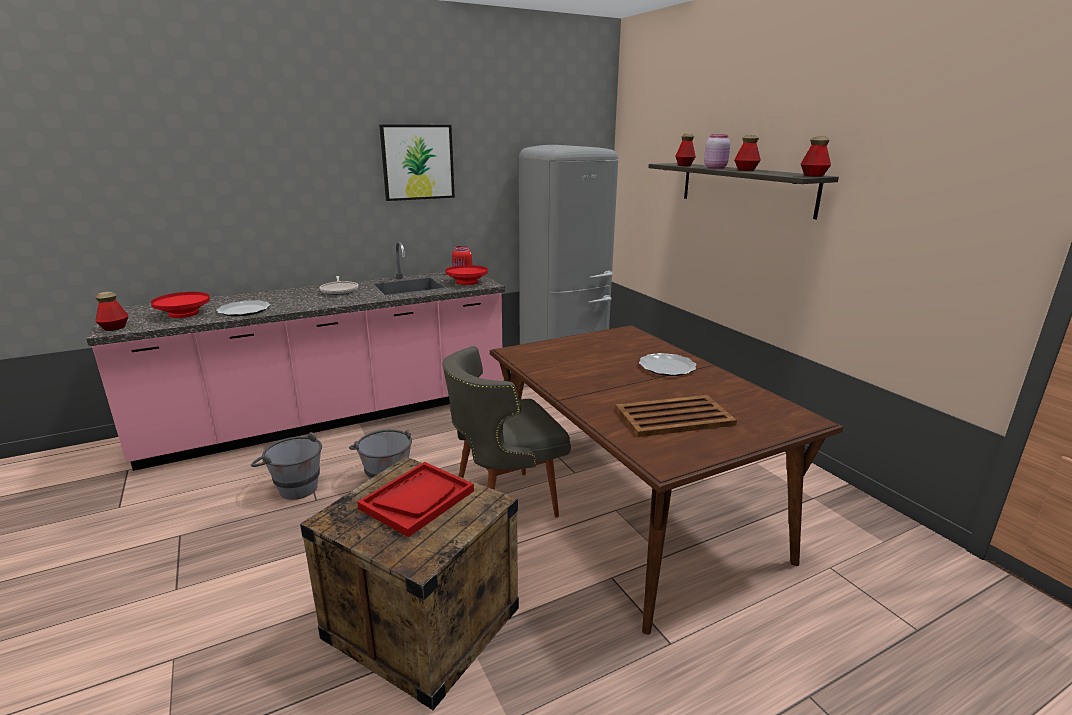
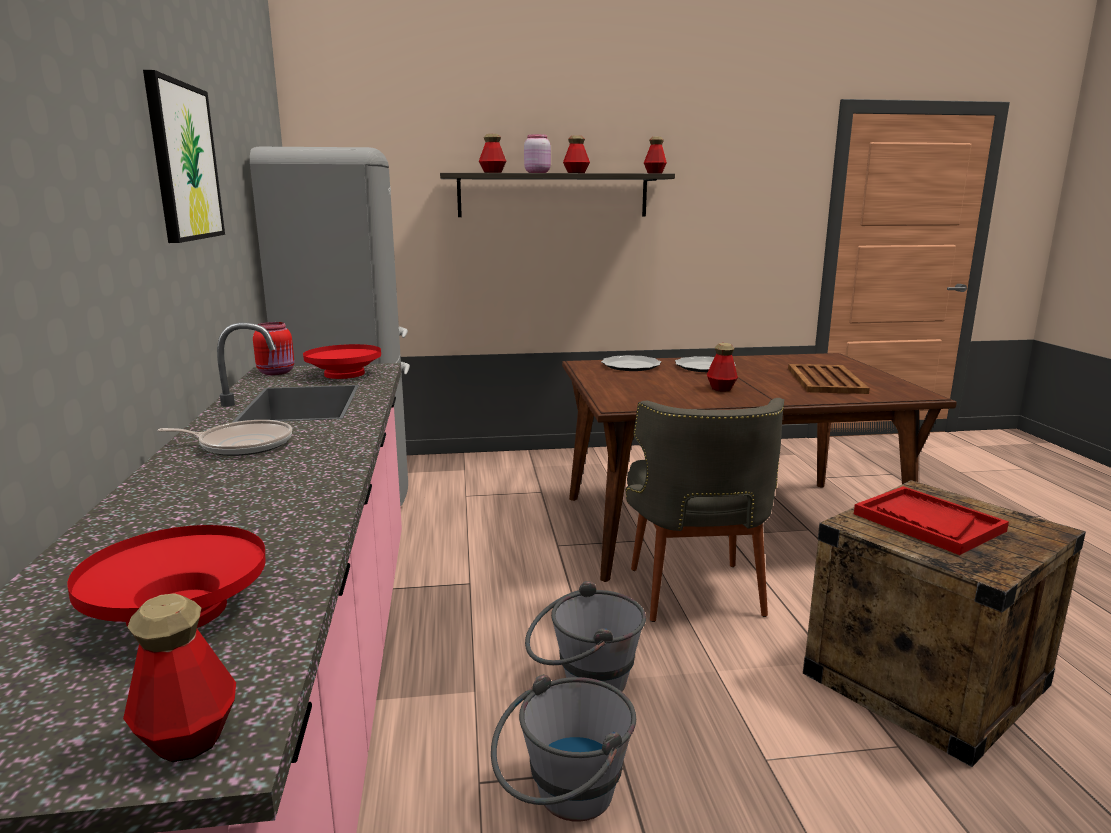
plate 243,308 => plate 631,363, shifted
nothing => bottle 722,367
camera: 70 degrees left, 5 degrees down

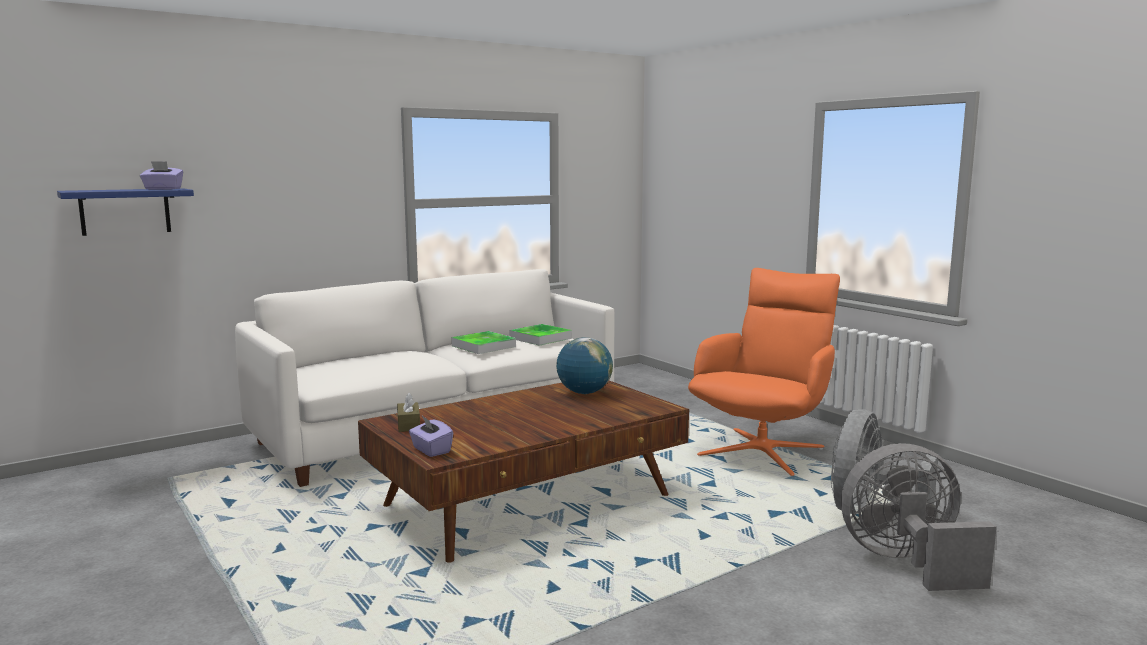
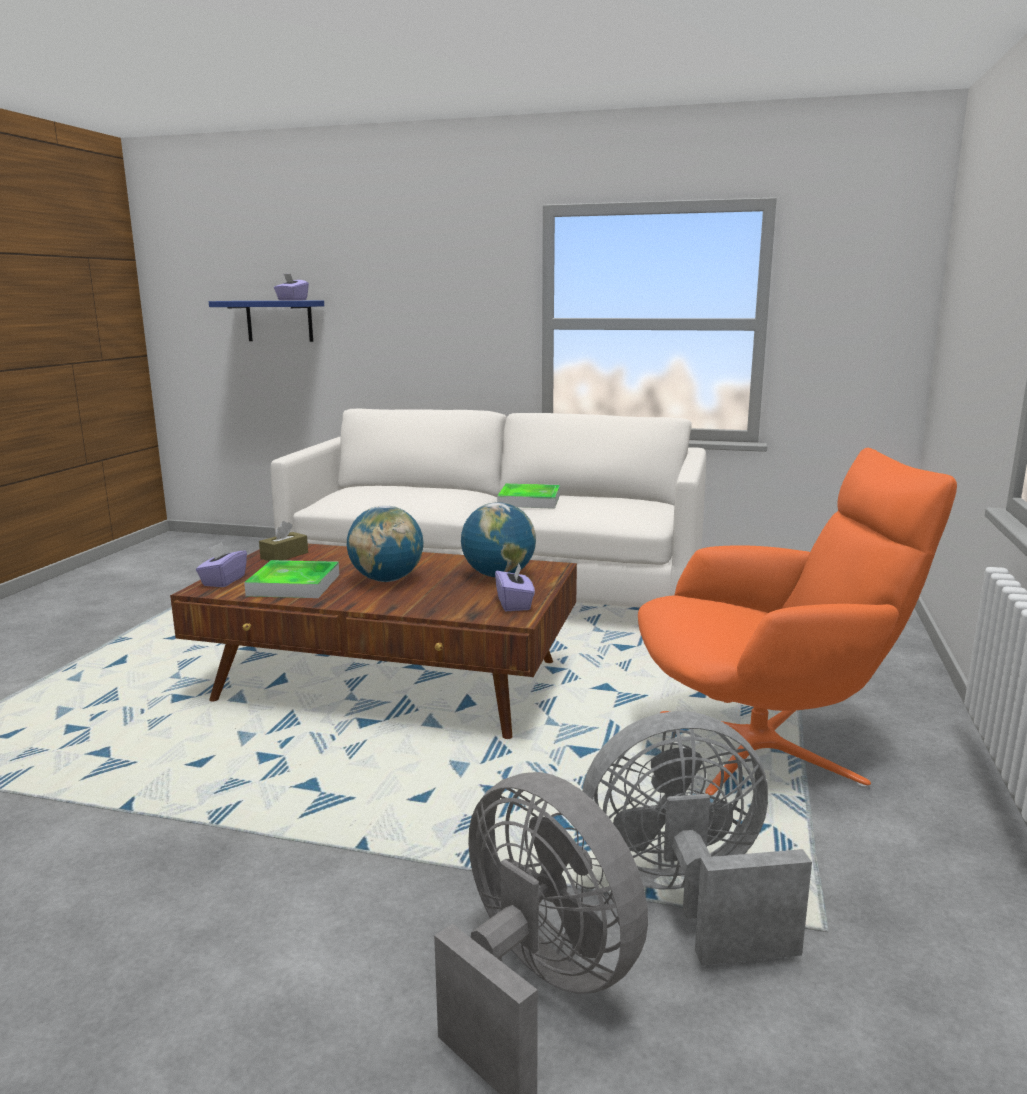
tray 541,335 => tray 291,579, shifted
nothing => globe 385,543
nothing => purple tissue box 515,587
camera: 50 degrees right, 5 degrees up

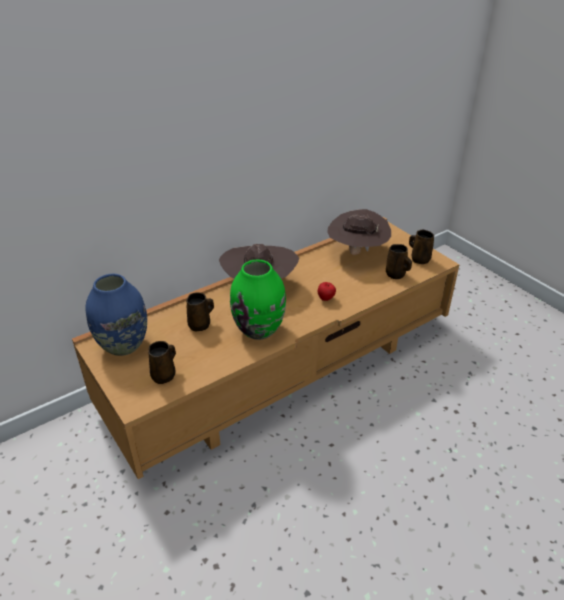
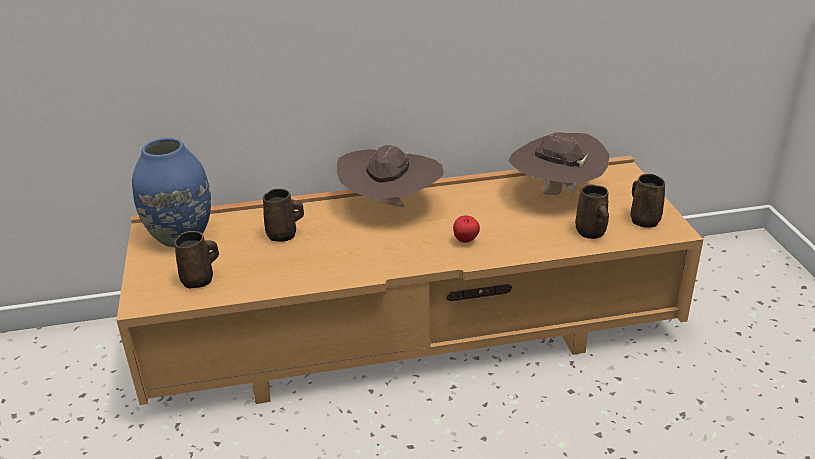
green vase 258,300 => nothing
camera: 25 degrees right, 5 degrees down

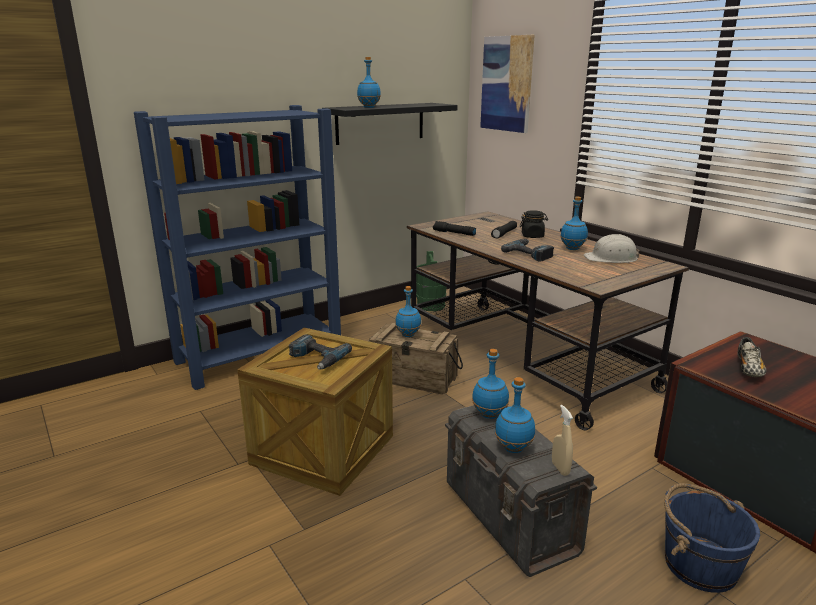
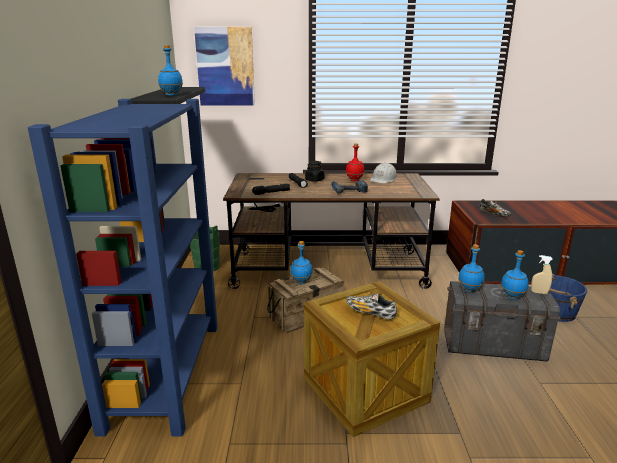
power drill 320,352 => shoe 371,306
blue bottle 574,223 => red bottle 355,162
camera: 55 degrees left, 0 degrees up

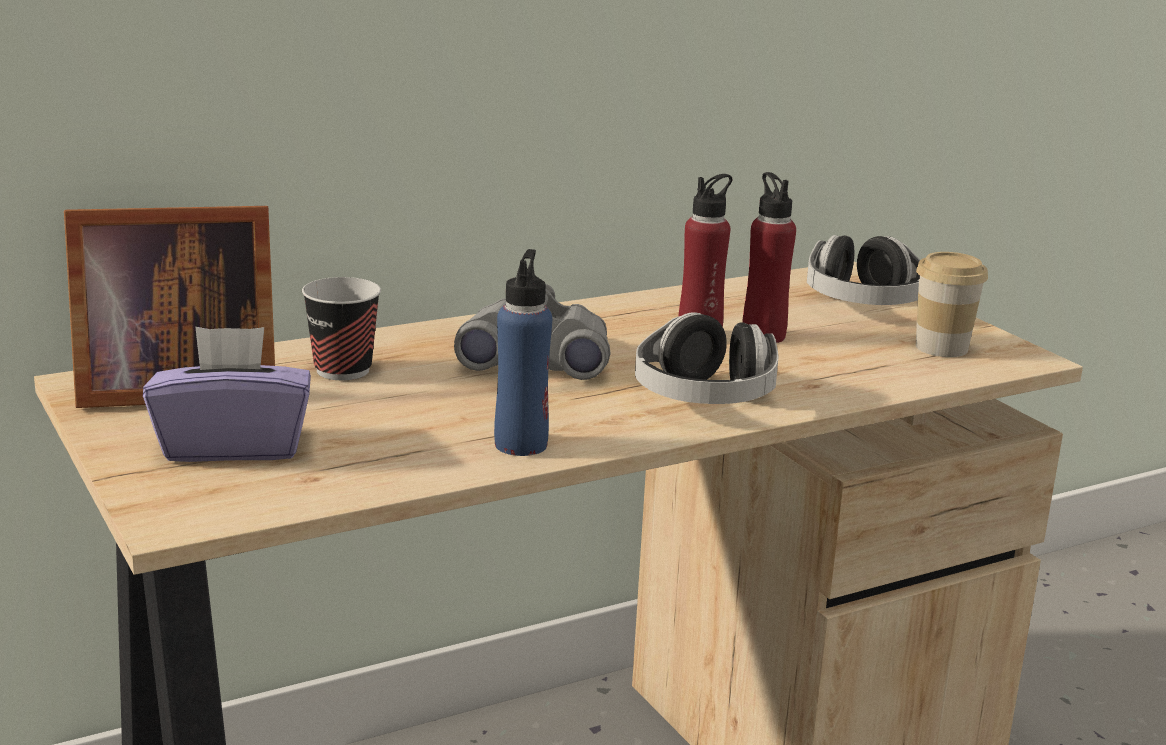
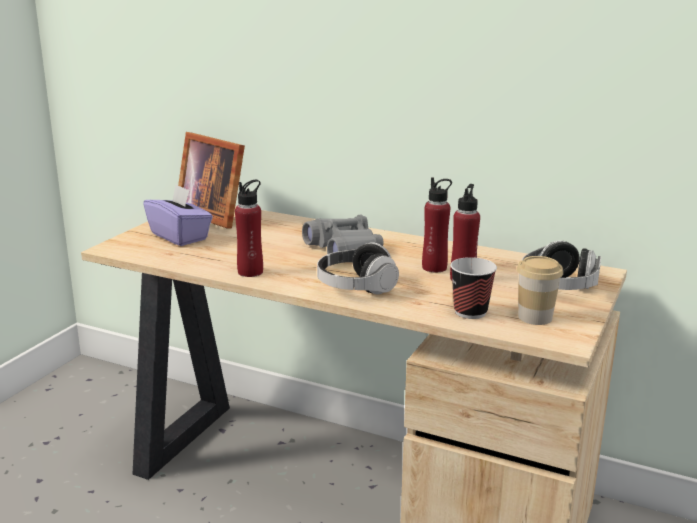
cup 341,328 => cup 474,288, shifted
blue bottle 523,352 => red bottle 249,228
camera: 55 degrees right, 0 degrees up

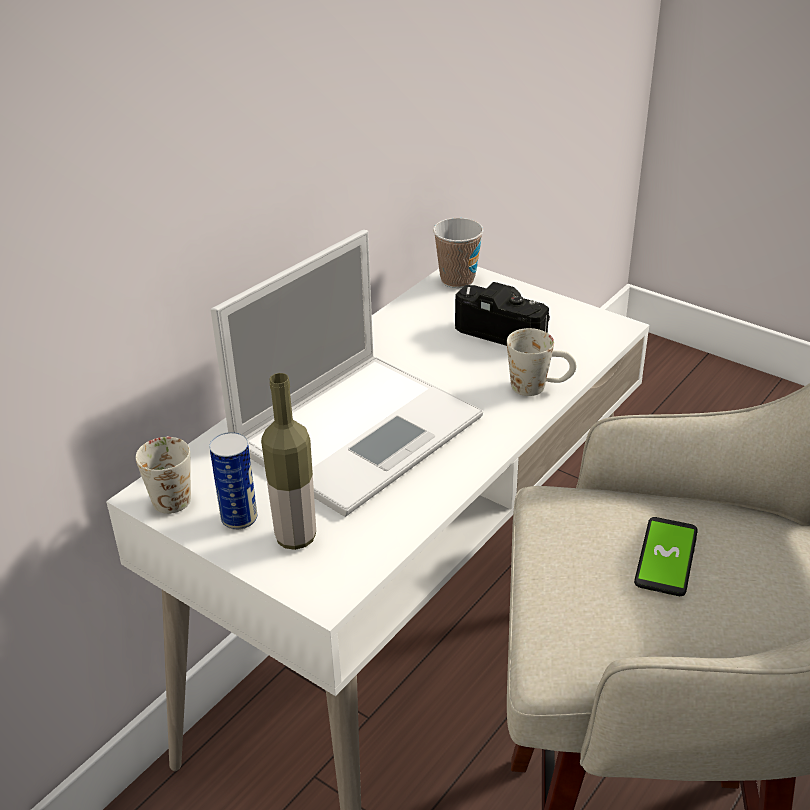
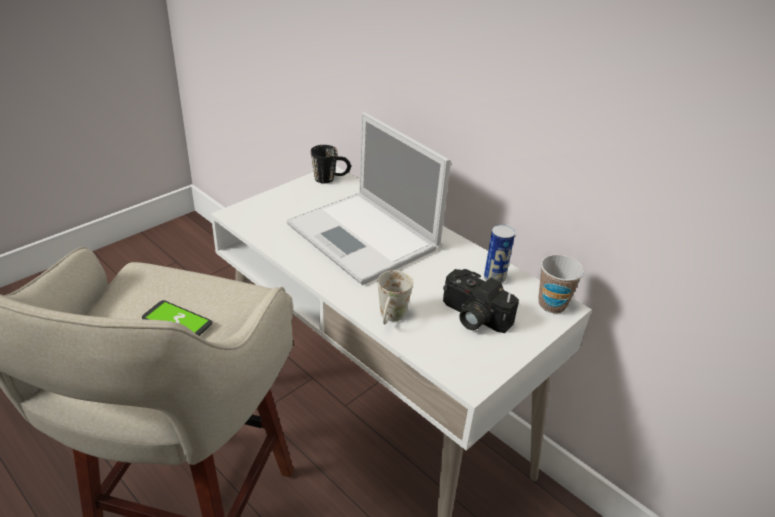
white mug 163,475 => black mug 331,164
can 233,481 => can 499,254, shifted
bottle 288,461 => nothing
photo camera 502,314 => photo camera 481,301, 90 degrees clockwise
camera: 95 degrees right, 0 degrees up

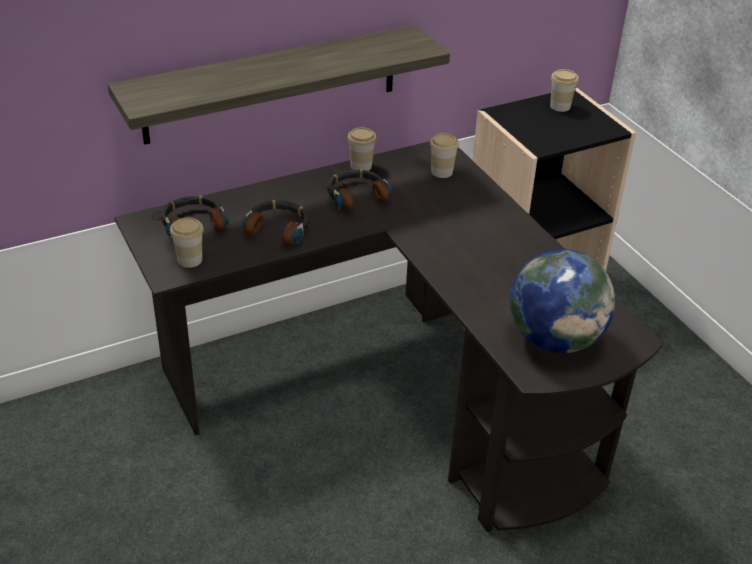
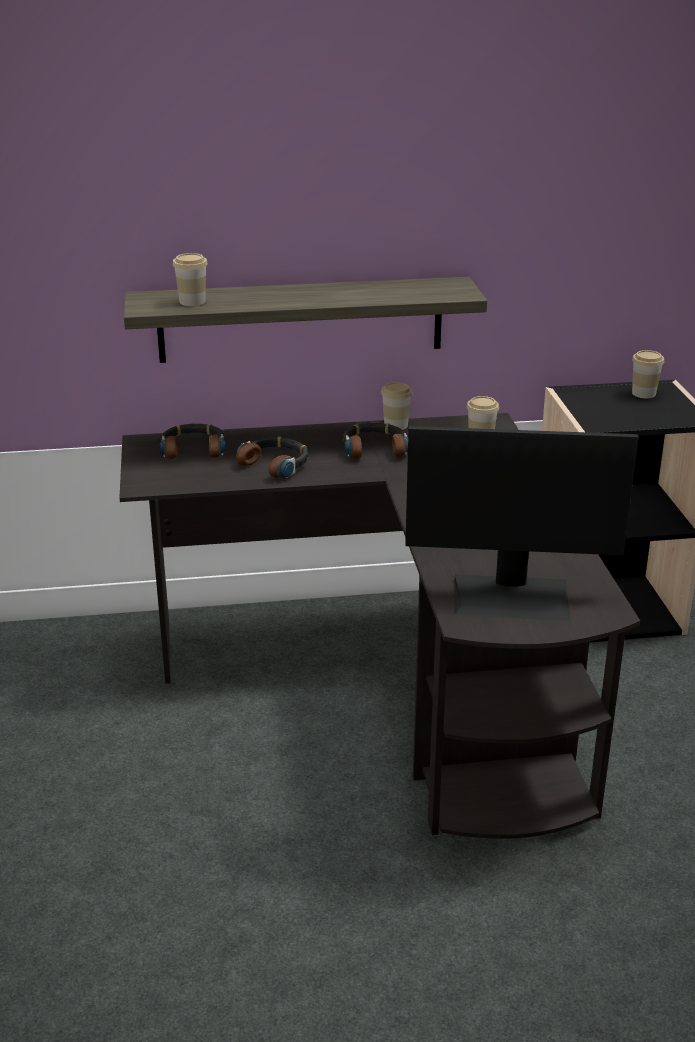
cup 187,242 => cup 190,279, shifted
globe 562,301 => monitor 521,523
camera: 20 degrees right, 10 degrees down

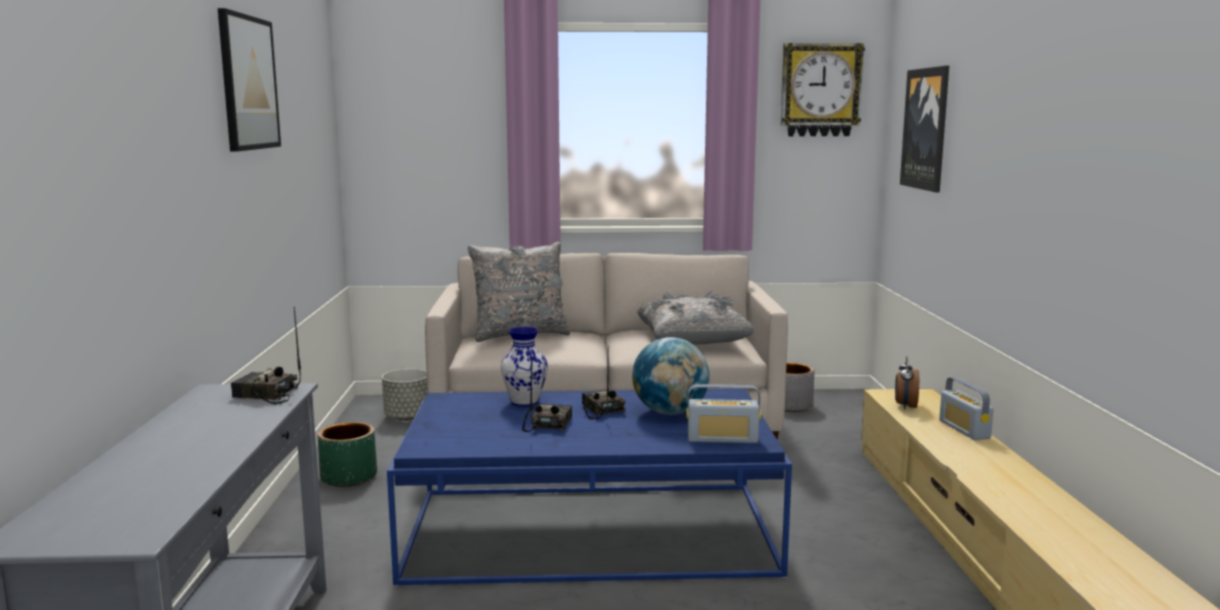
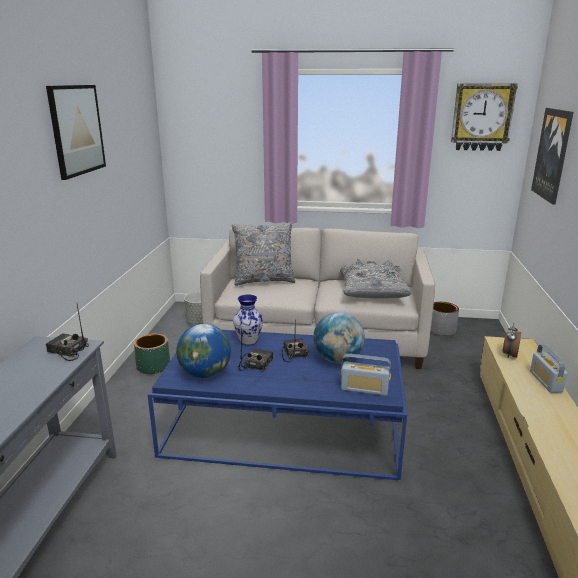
nothing => globe 203,351
camera: 10 degrees right, 10 degrees up

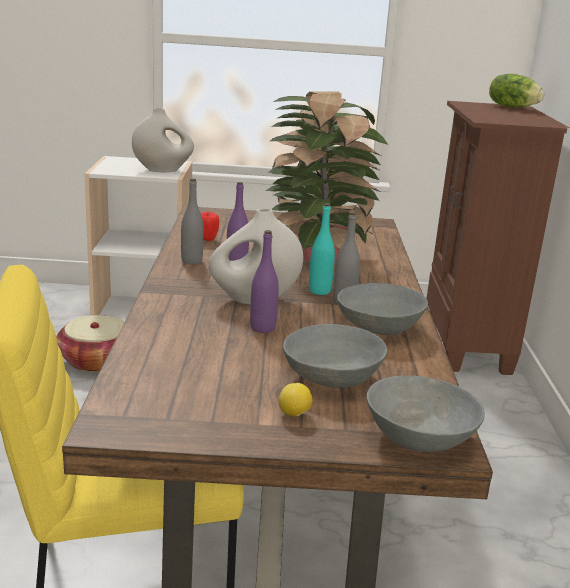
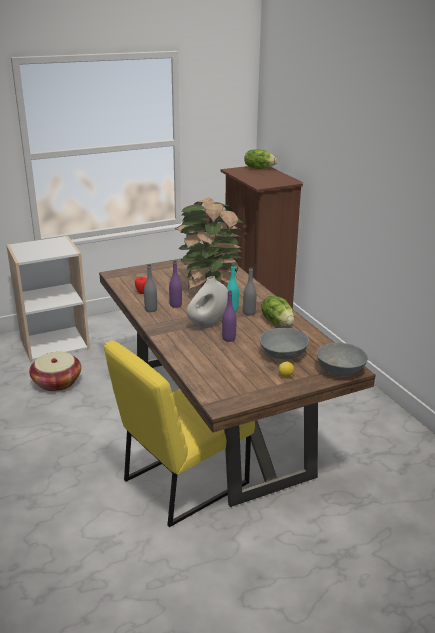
white vase 163,140 => nothing
grey bowl 382,309 => lettuce 277,310
camera: 25 degrees left, 5 degrees up

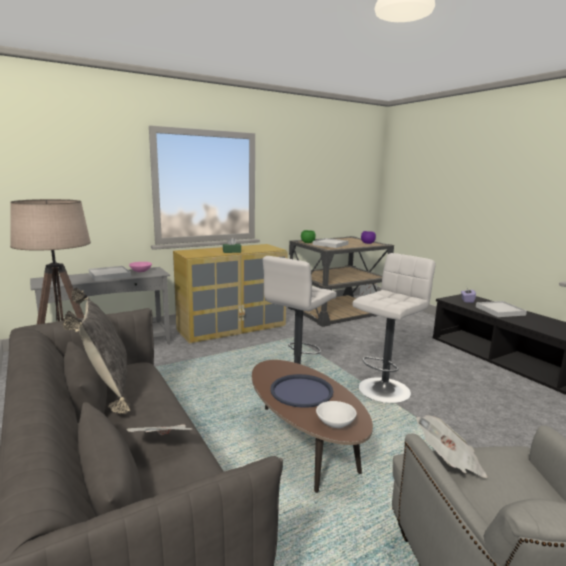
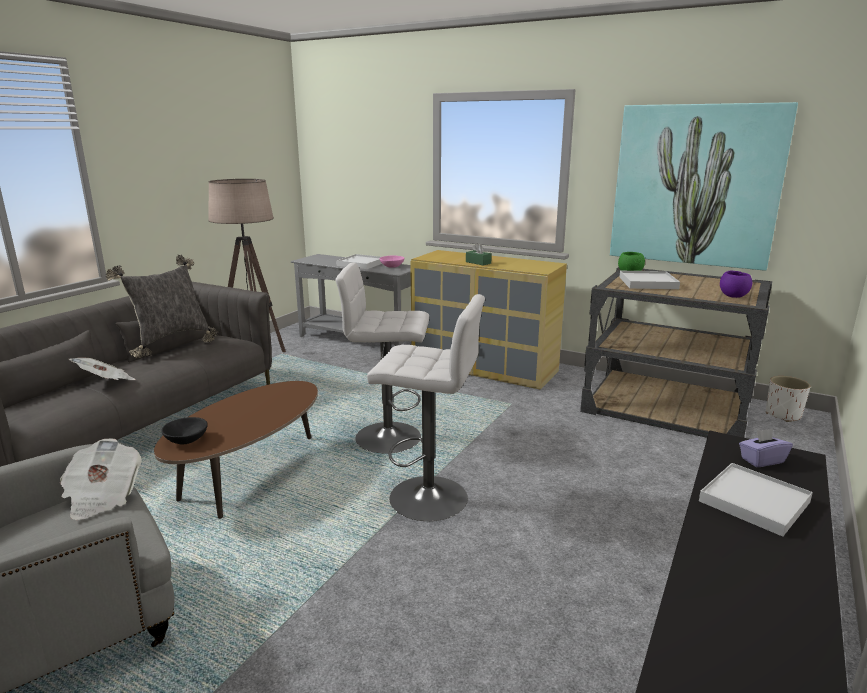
blue tray 301,391 => nothing
white bowl 336,414 => black bowl 184,430
nothing => picture 704,186
camera: 60 degrees right, 5 degrees up

